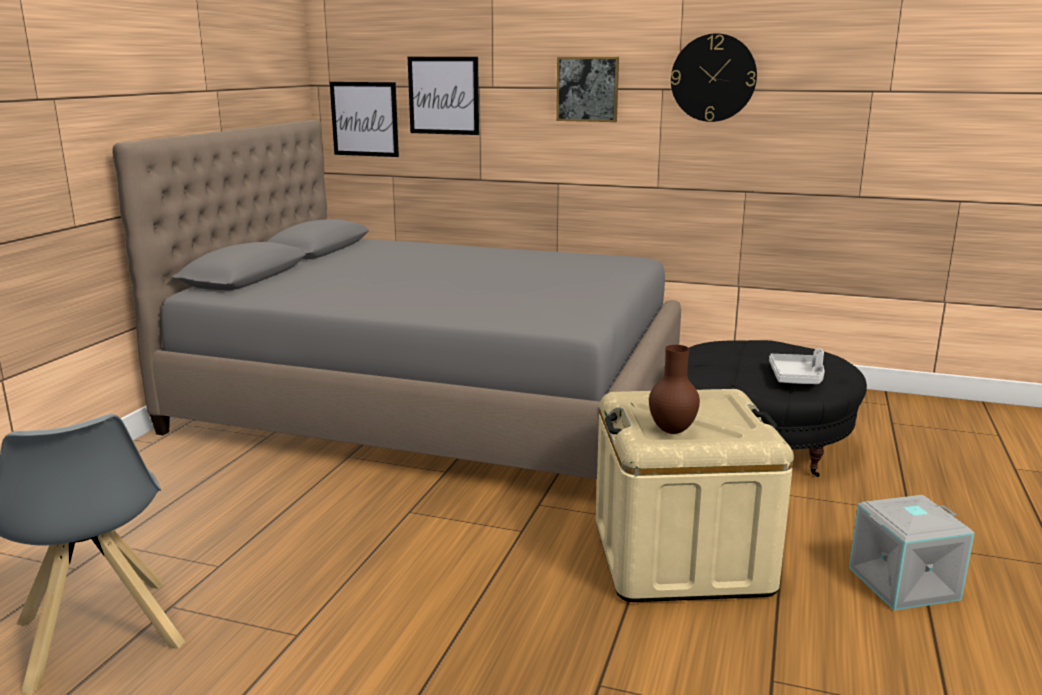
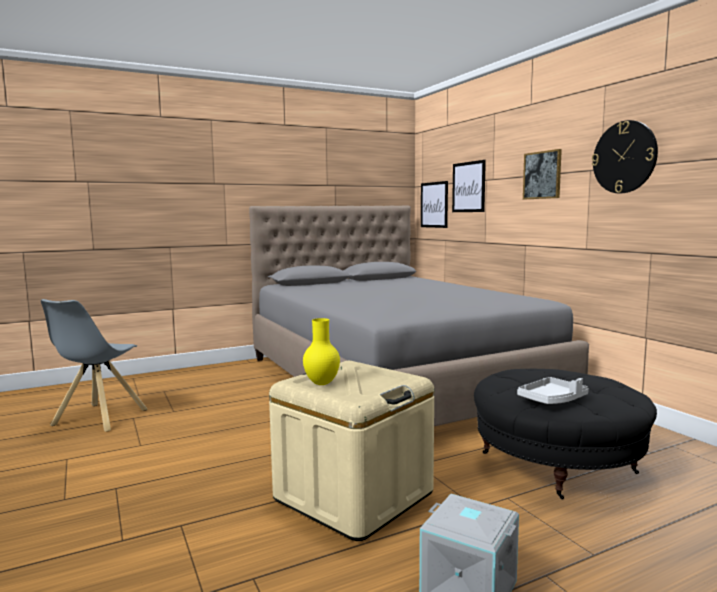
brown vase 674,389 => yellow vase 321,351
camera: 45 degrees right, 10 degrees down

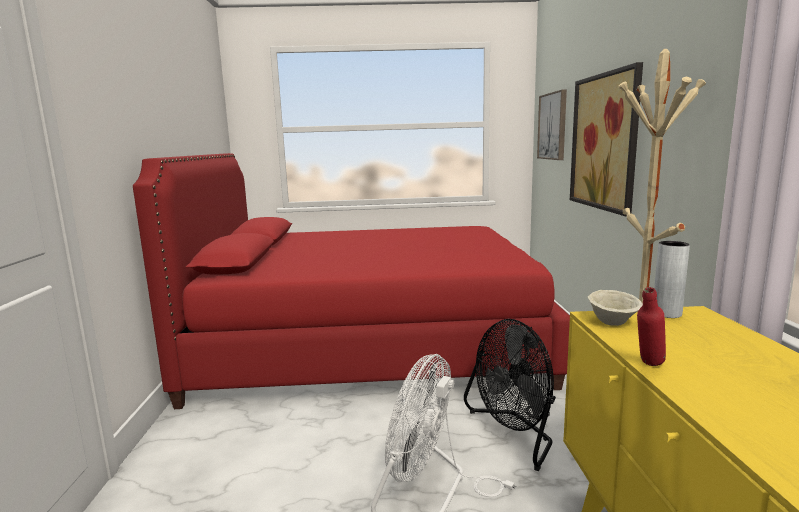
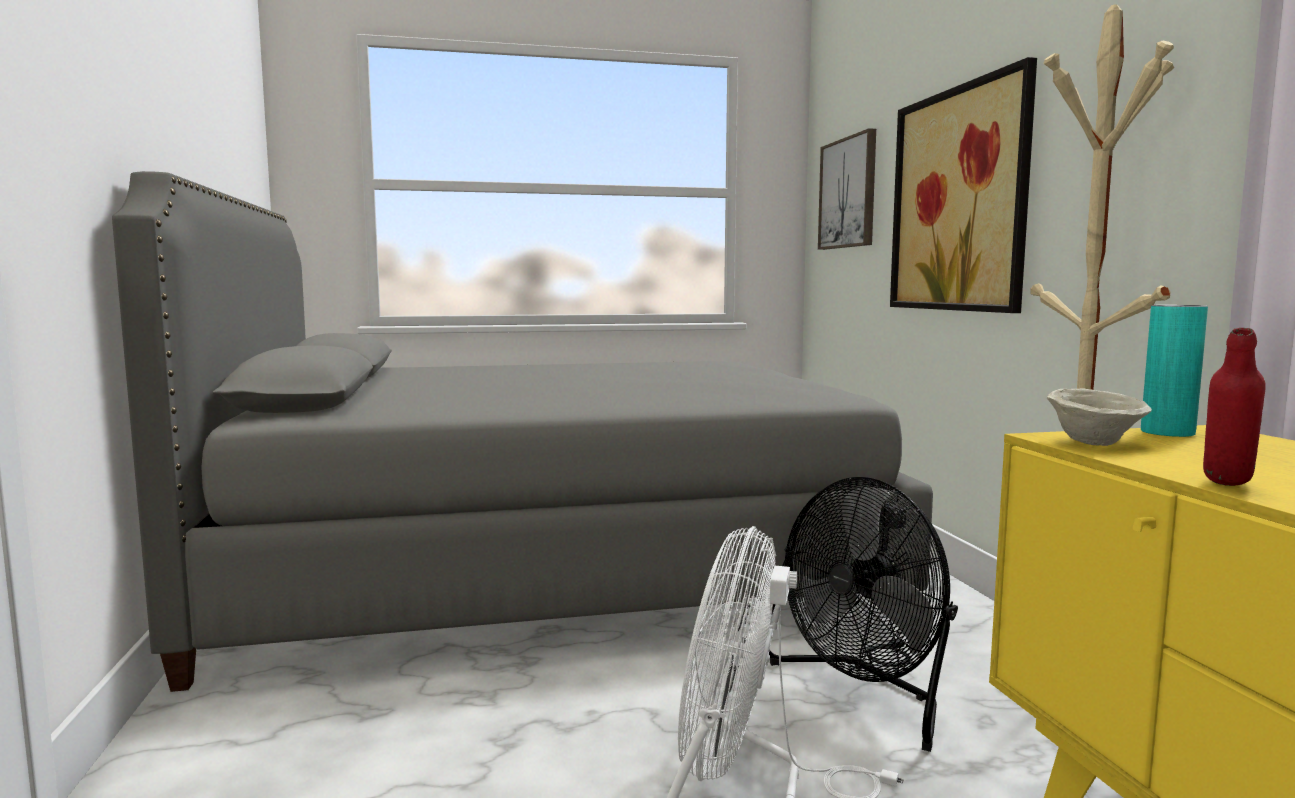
red bed 351,281 => grey bed 522,431
grey vase 672,279 => turquoise vase 1174,371
camera: 10 degrees left, 5 degrees down

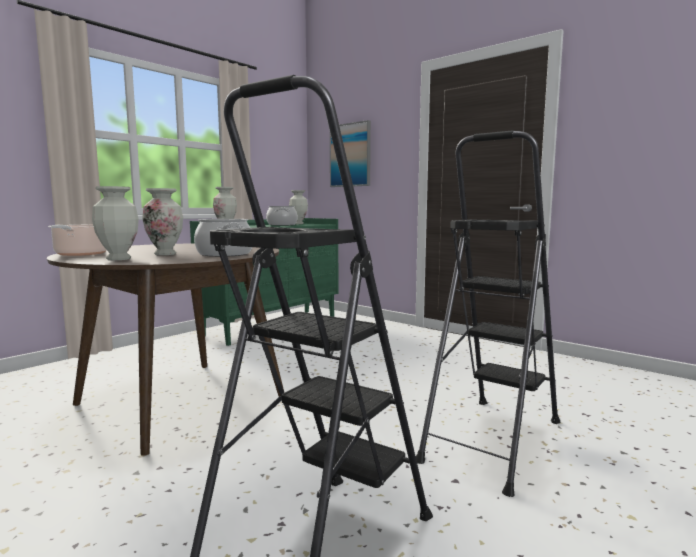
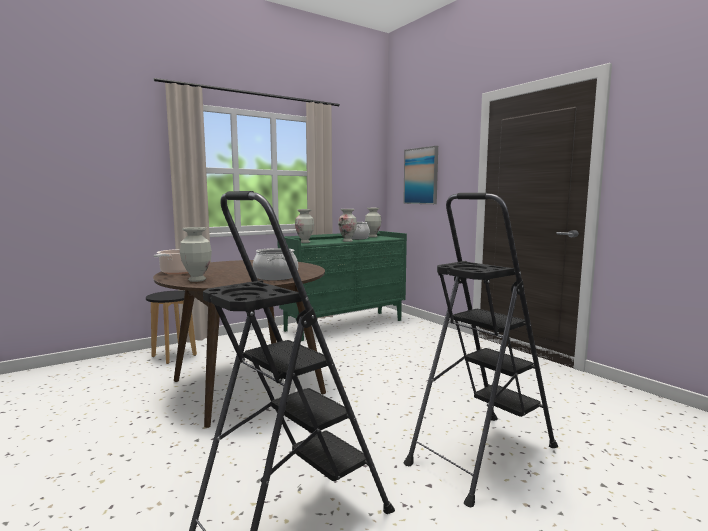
vase 162,221 => vase 347,225, shifted
nothing => black stool 171,327
camera: 15 degrees right, 0 degrees up

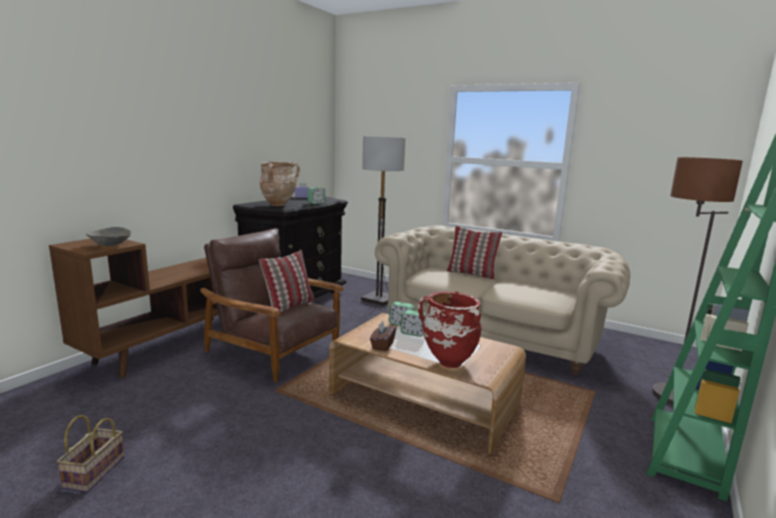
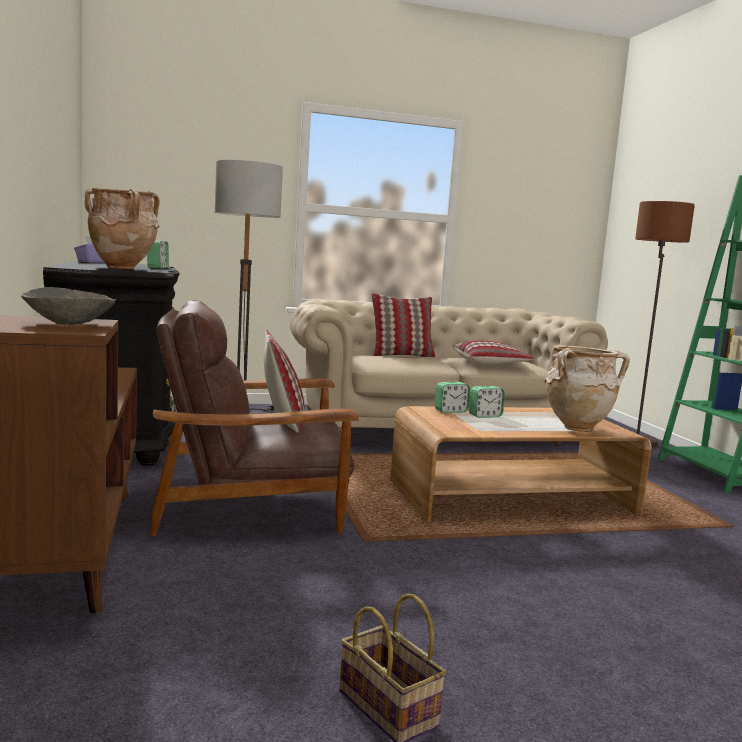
brown tissue box 383,336 => nothing
red vase 450,329 => beige vase 587,388
nothing => pillow 493,352
camera: 45 degrees left, 5 degrees down

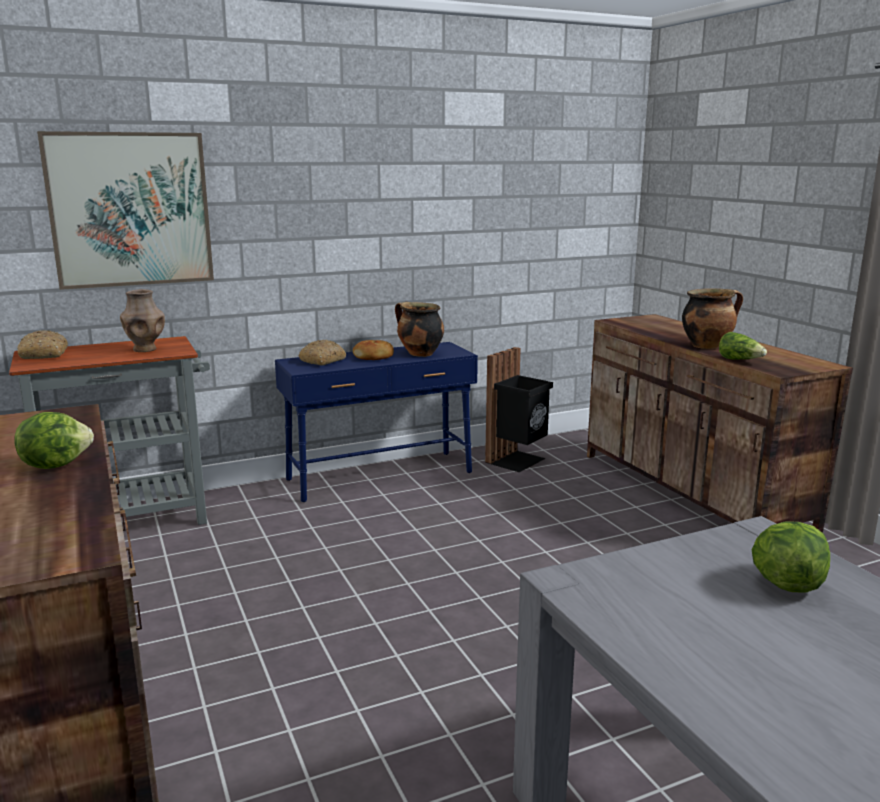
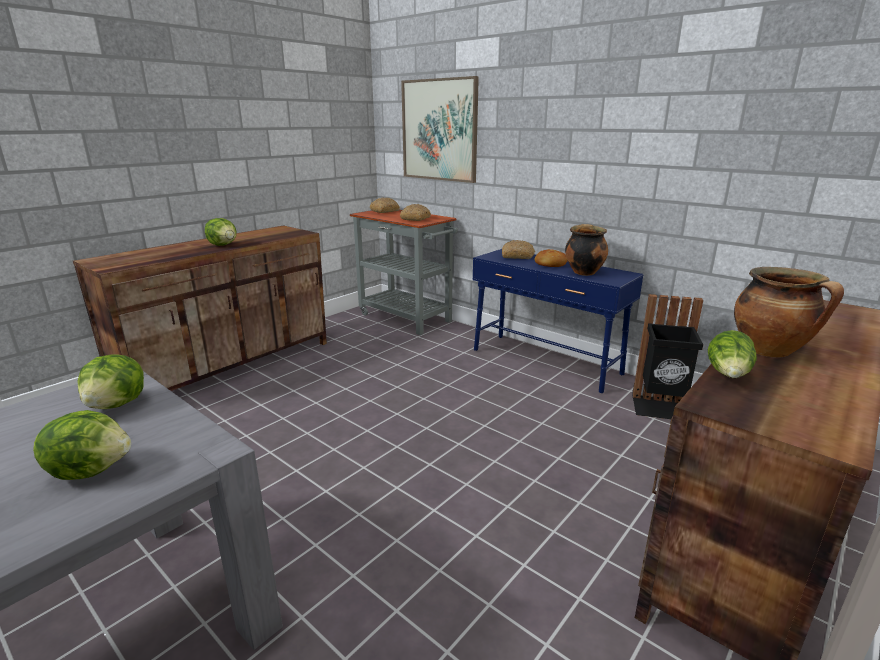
brown vase 142,320 => bread 415,212
nothing => lettuce 111,381
camera: 65 degrees right, 5 degrees up

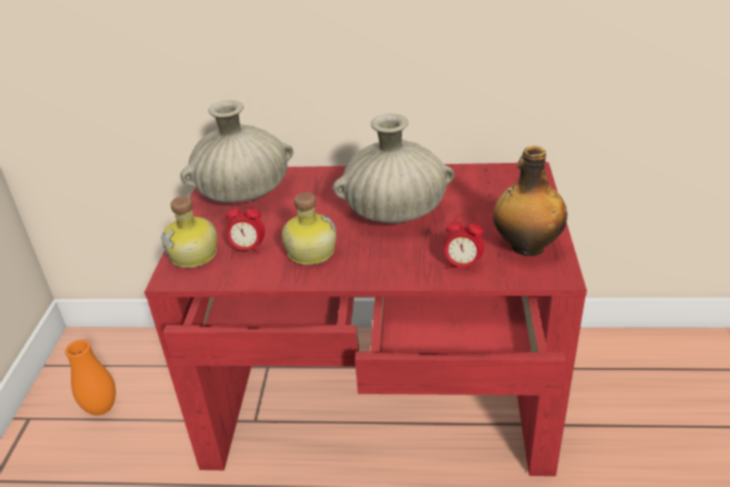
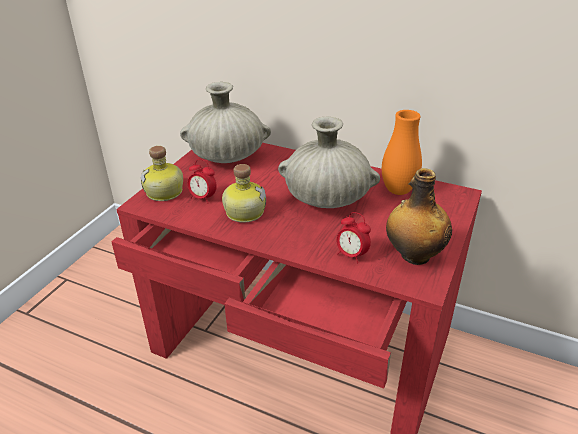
orange vase 90,377 => orange vase 402,152, shifted
camera: 20 degrees right, 0 degrees up

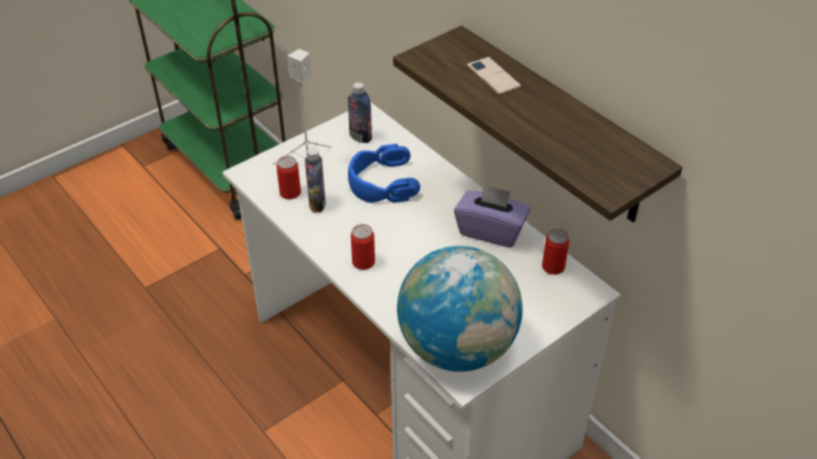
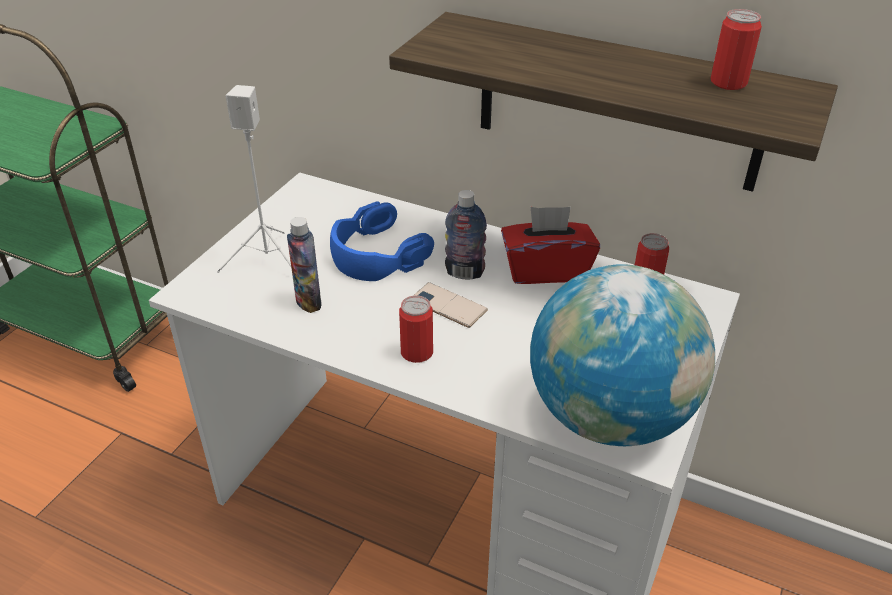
can 288,177 => can 736,49, shifted
bottle 360,112 => bottle 466,234, shifted
purple tissue box 492,215 => red tissue box 550,245
phone 494,76 => phone 450,305, shifted
camera: 25 degrees left, 5 degrees down

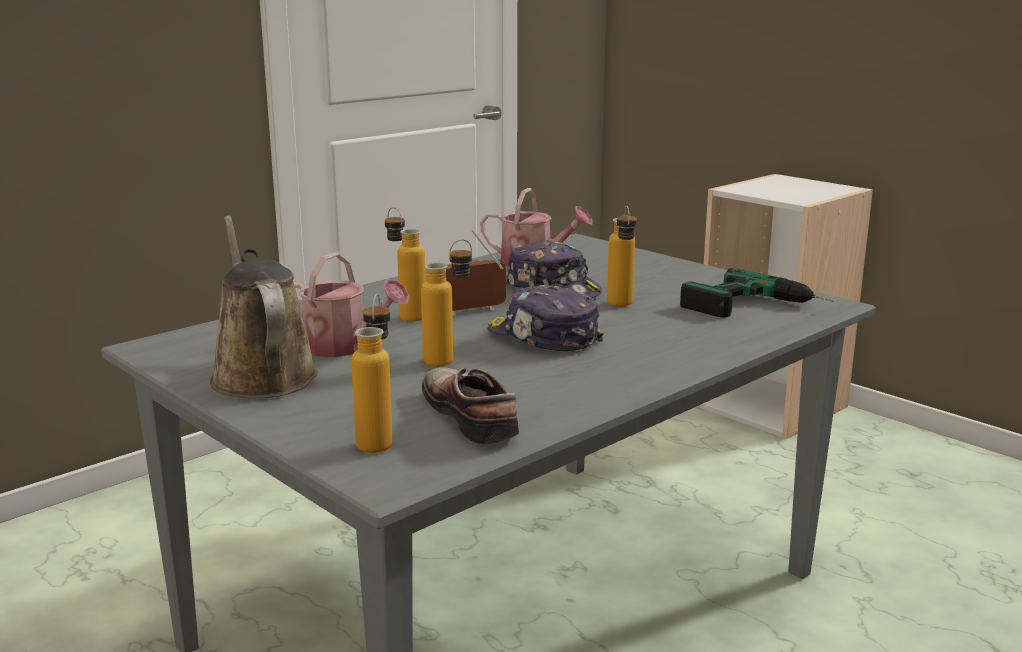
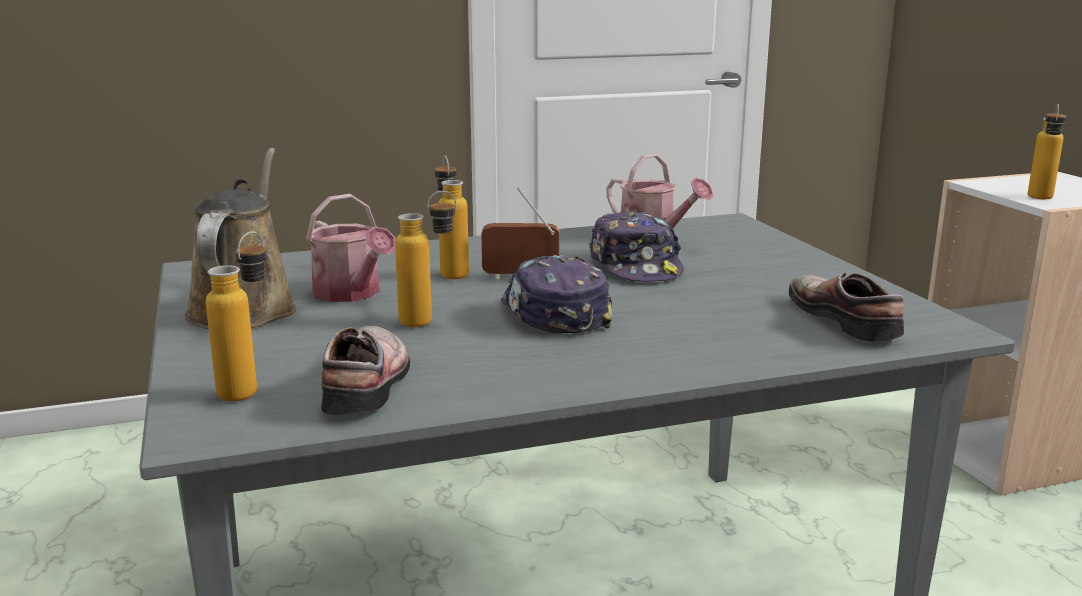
bottle 622,256 => bottle 1047,151, shifted
power drill 757,293 => shoe 846,307
camera: 25 degrees right, 0 degrees up

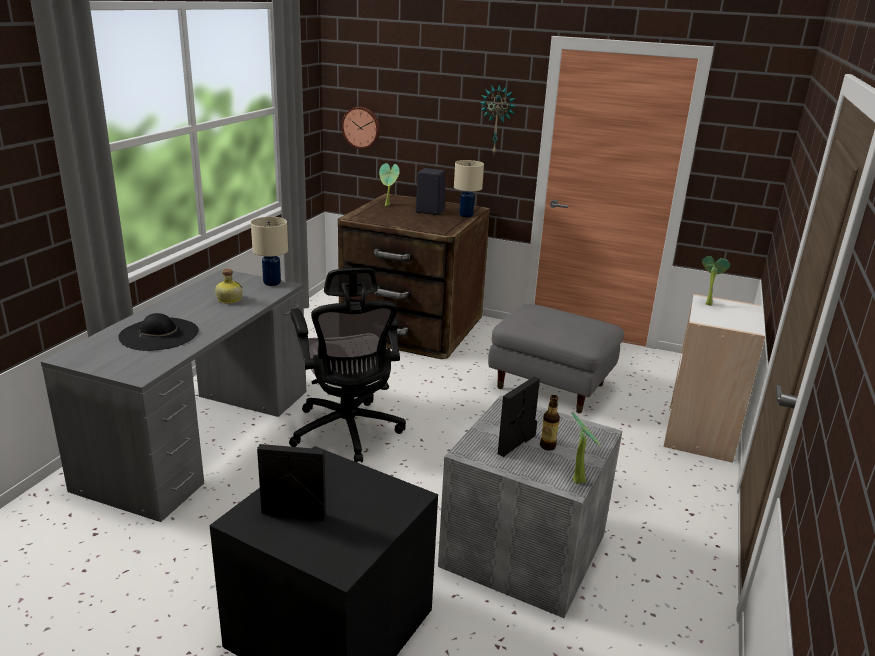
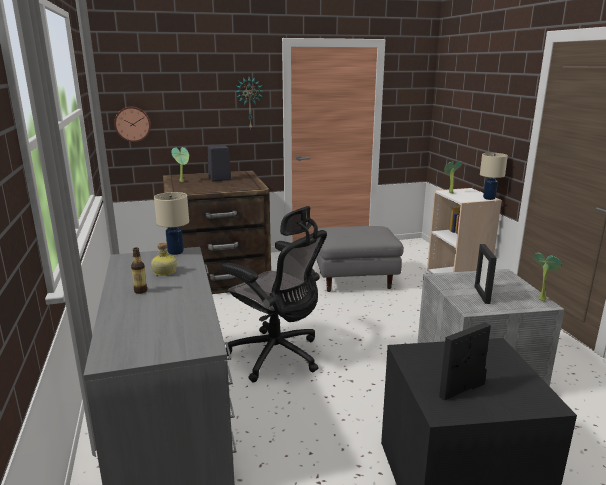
black hat 158,332 => nothing
beige table lamp 469,188 => beige table lamp 494,176, shifted
bottle 550,423 => bottle 139,270, shifted
camera: 35 degrees left, 5 degrees down

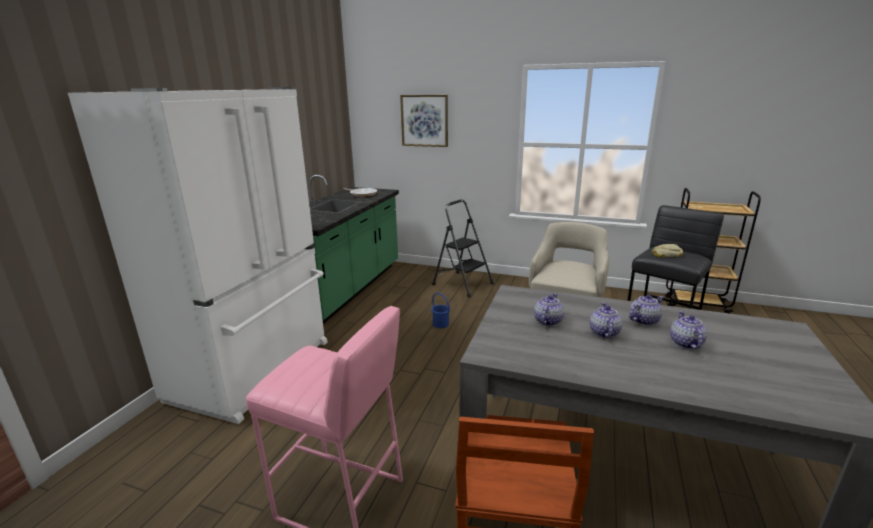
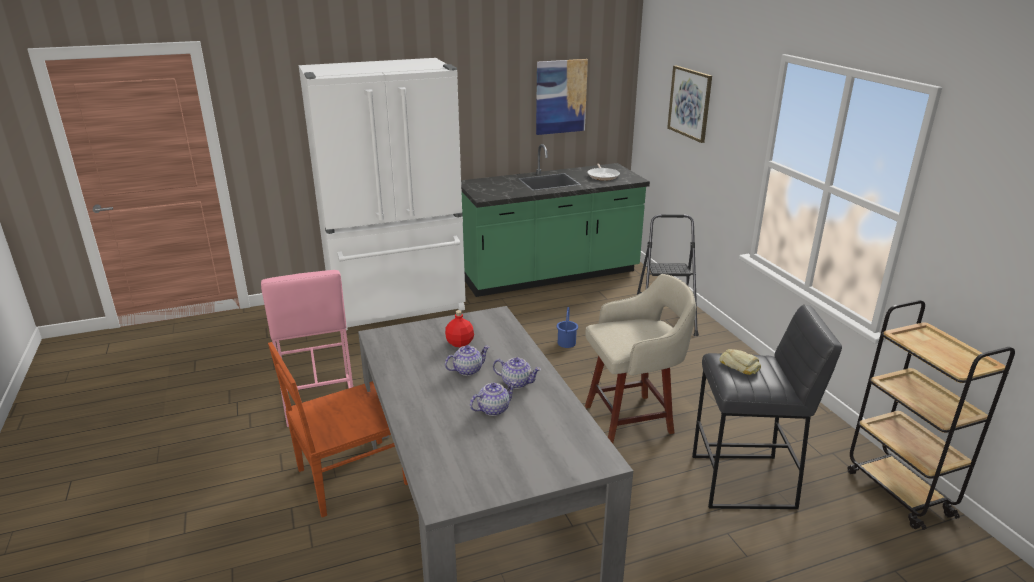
teapot 549,309 => red bottle 459,328
nothing => picture 562,97
camera: 50 degrees right, 5 degrees up

